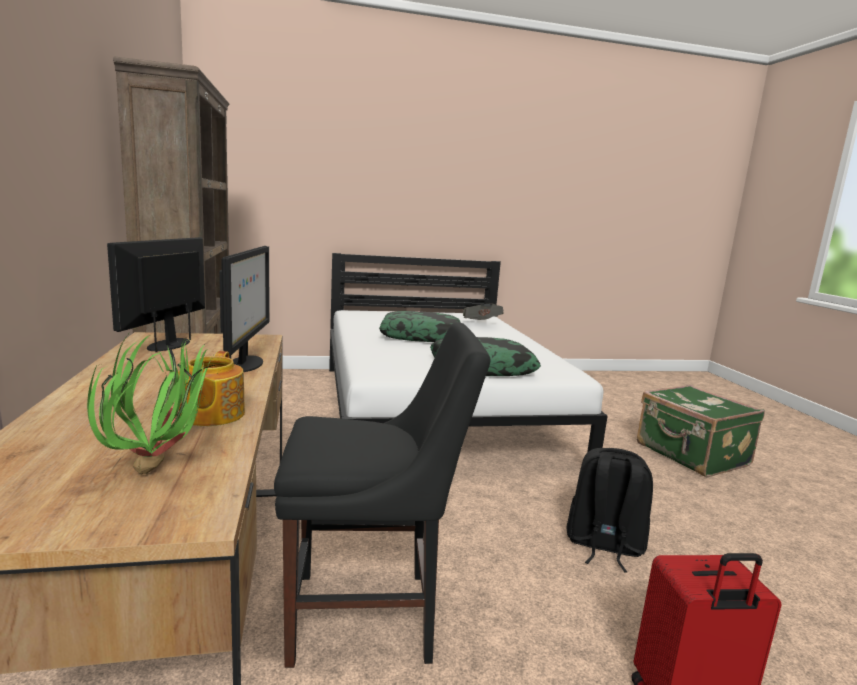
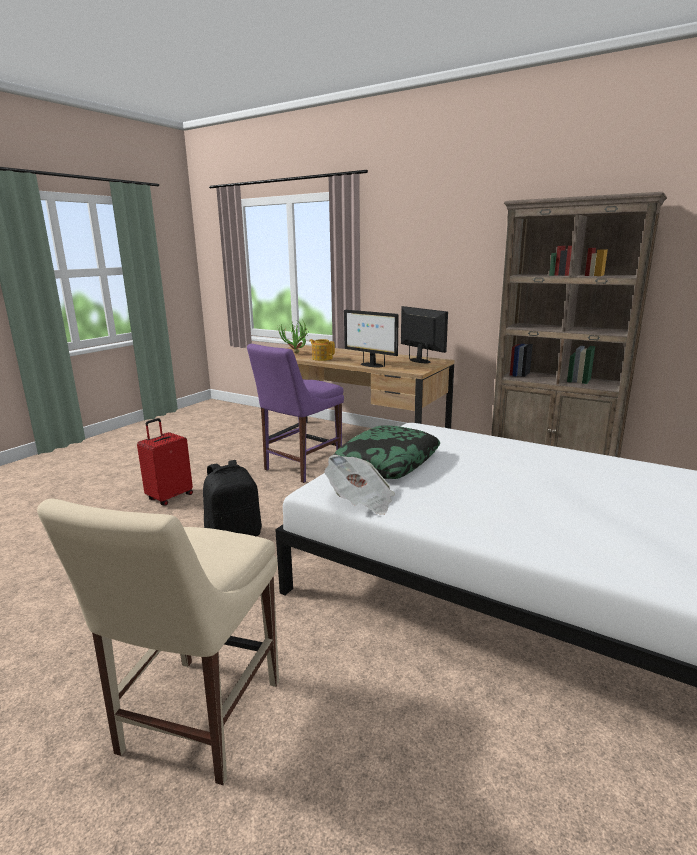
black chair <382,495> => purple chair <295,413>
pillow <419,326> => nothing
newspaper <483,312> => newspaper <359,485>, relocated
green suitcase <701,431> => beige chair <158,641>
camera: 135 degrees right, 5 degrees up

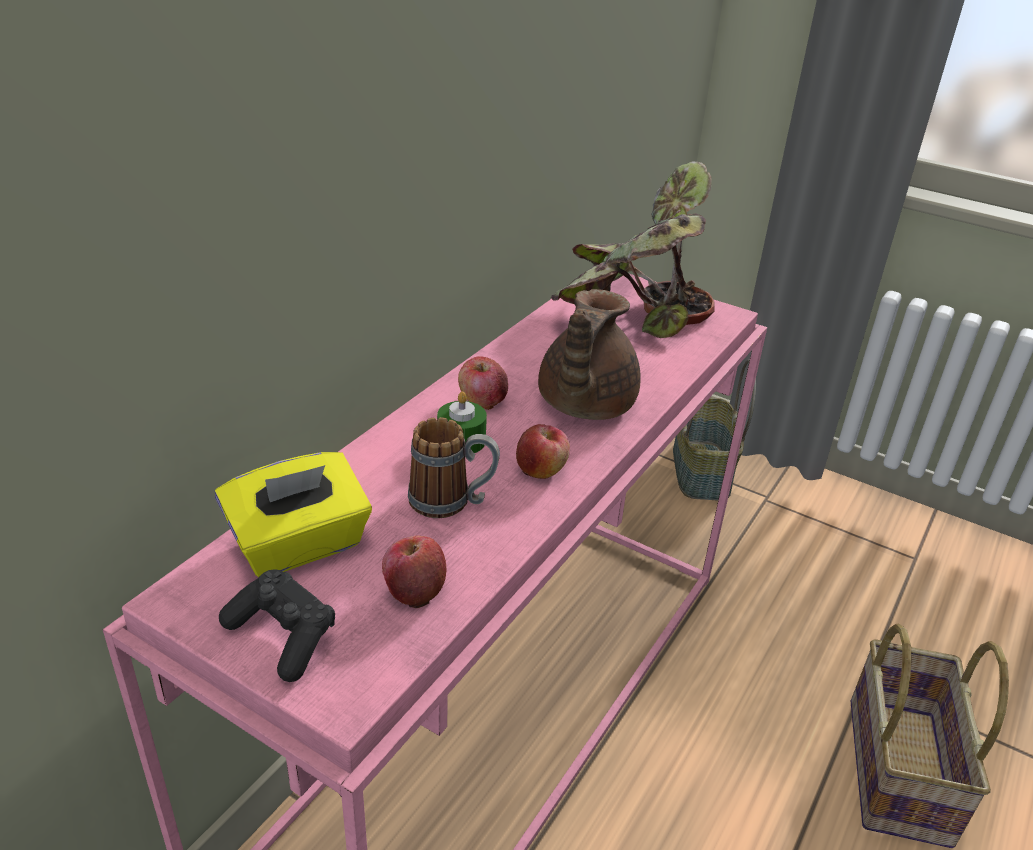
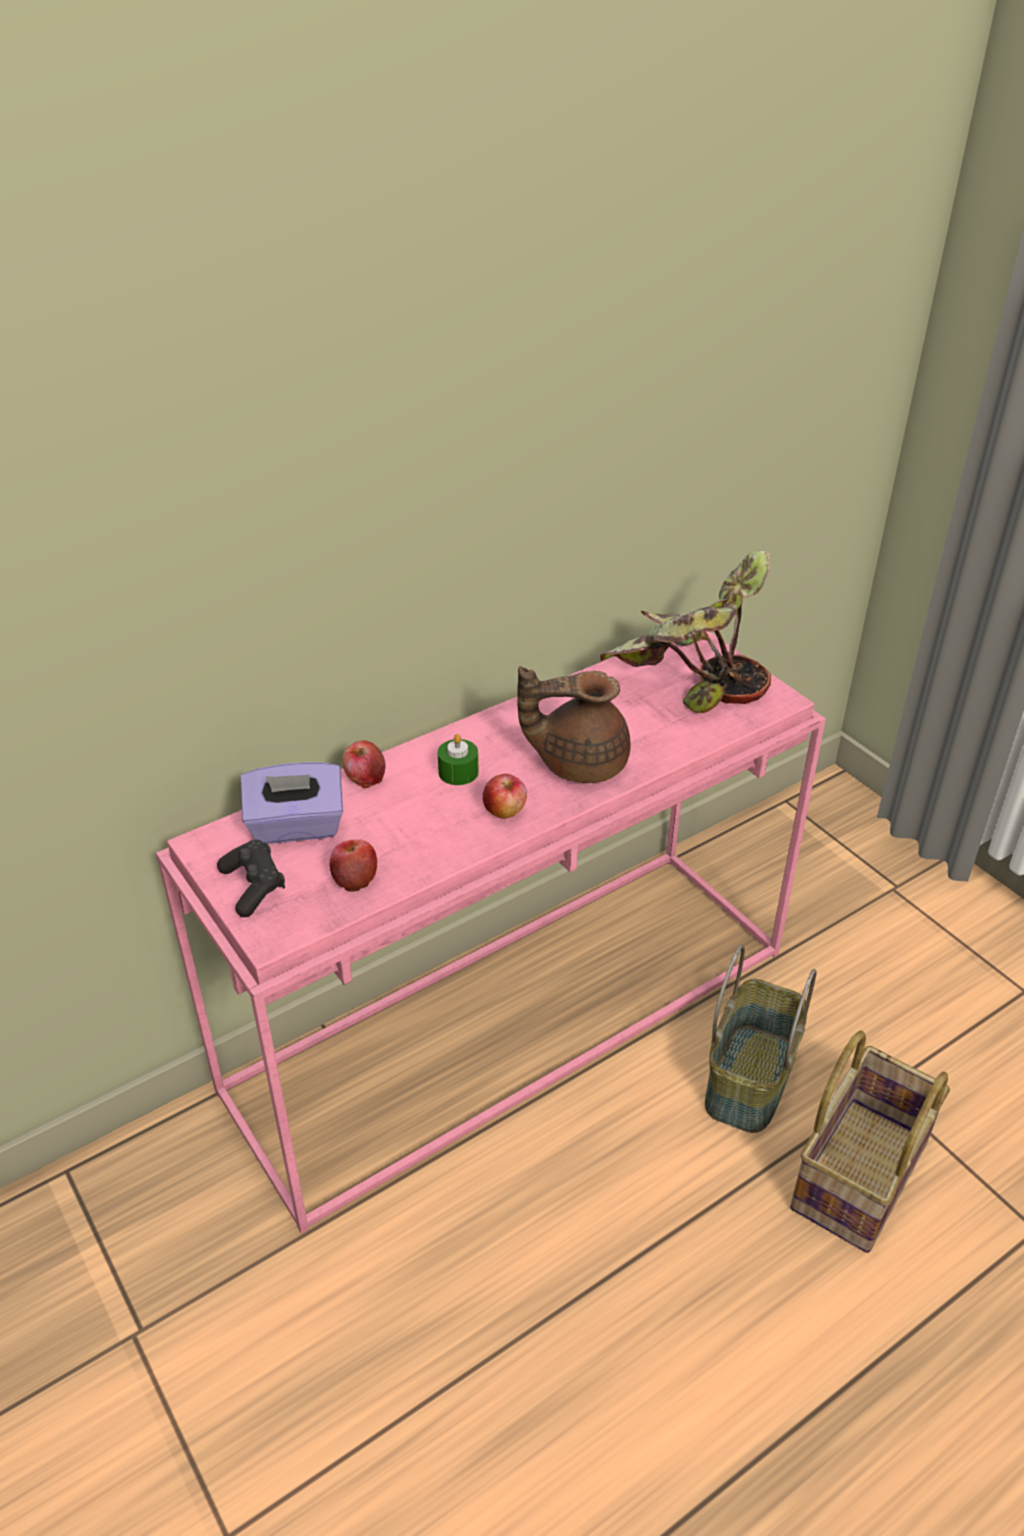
yellow tissue box <293,514> => purple tissue box <292,803>
mug <454,467> => nothing
apple <483,383> => apple <363,764>, relocated
brown teapot <589,354> => brown teapot <574,724>, 45 degrees clockwise
basket <714,430> => basket <761,1039>, relocated
camera: 25 degrees right, 5 degrees up

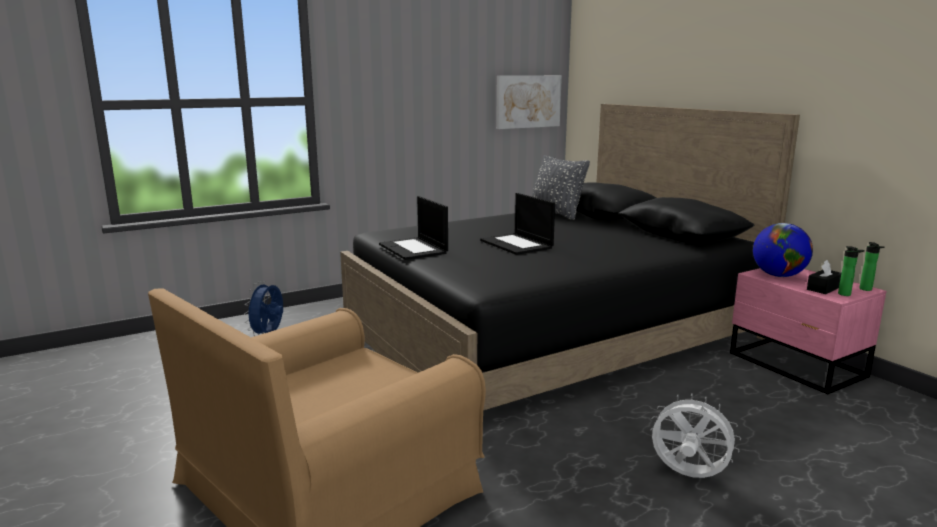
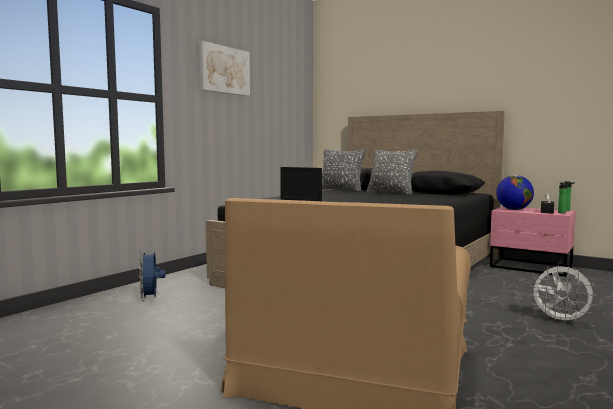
laptop <517,224> => nothing
picture <529,102> => picture <224,68>, relocated
white fan <696,436> => white fan <562,294>, 150 degrees counterclockwise
nothing => grey pillow <392,172>
camera: 25 degrees left, 10 degrees down

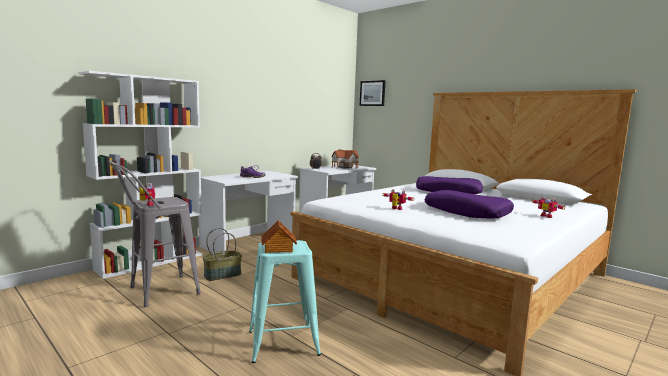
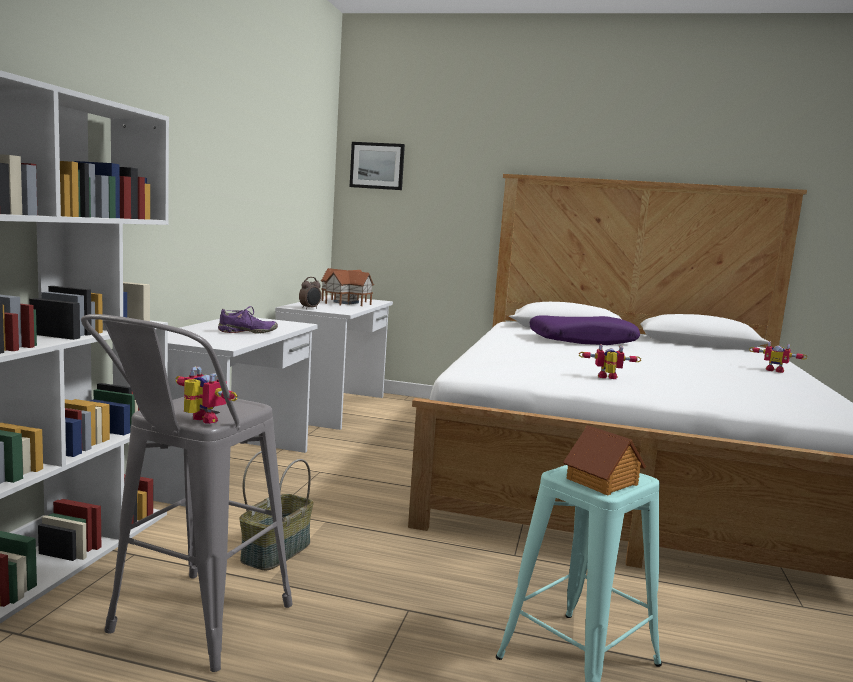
purple pillow <469,204> => nothing
camera: 30 degrees left, 0 degrees up

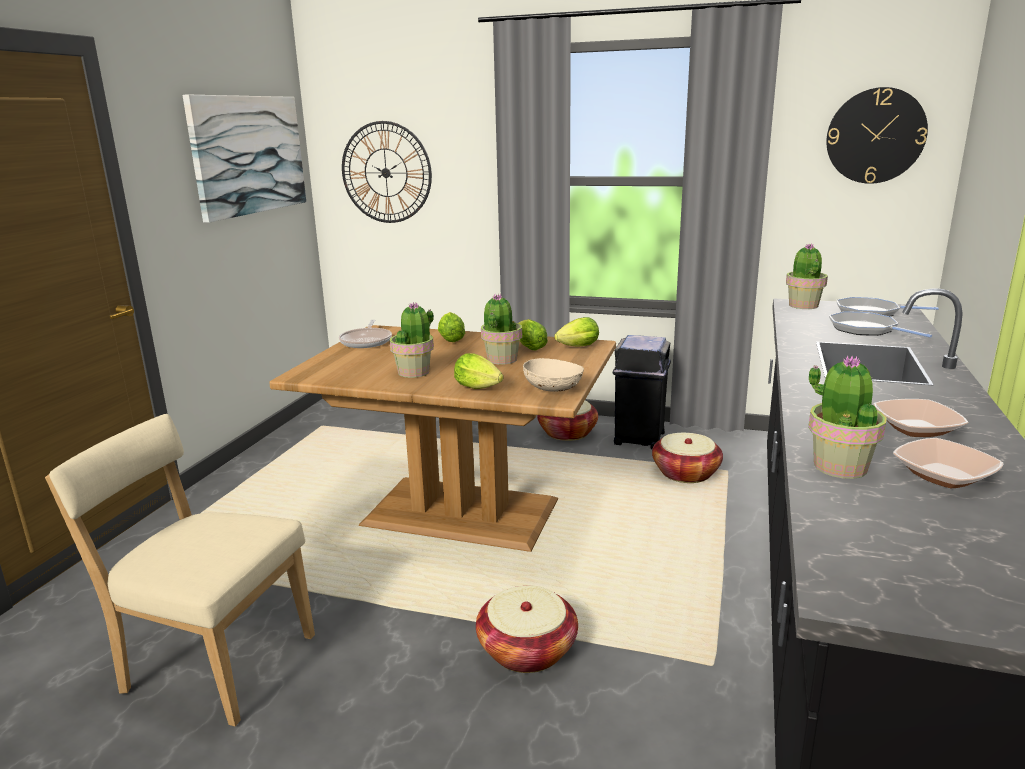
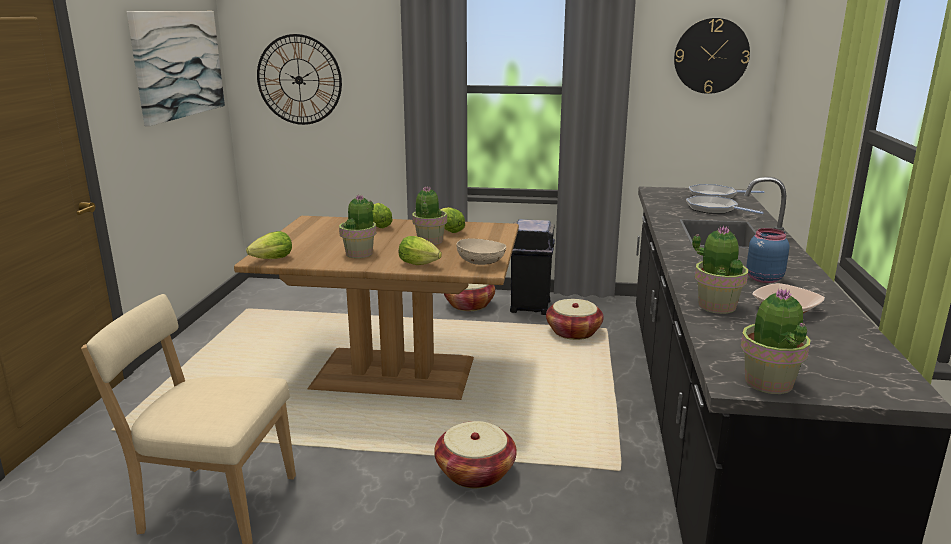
frying pan <365,334> => nothing
lettuce <576,332> => lettuce <269,245>, relocated
potted plant <807,276> => potted plant <776,341>, relocated
bowl <920,418> => blue jar <768,255>
camera: 10 degrees left, 0 degrees up

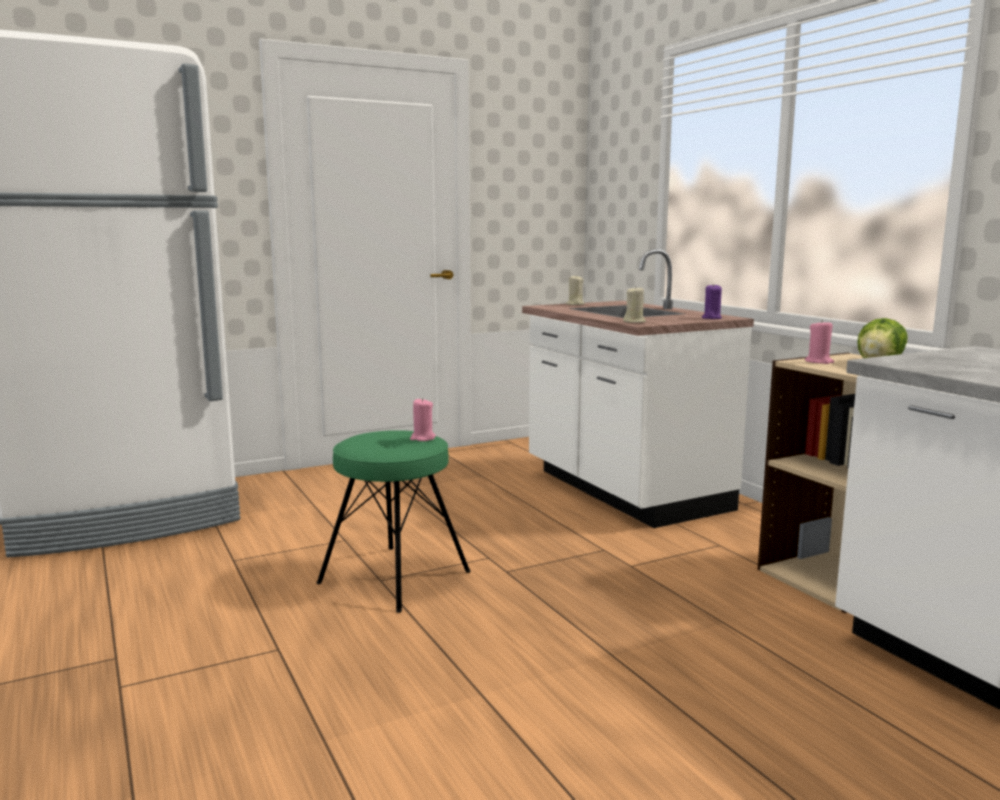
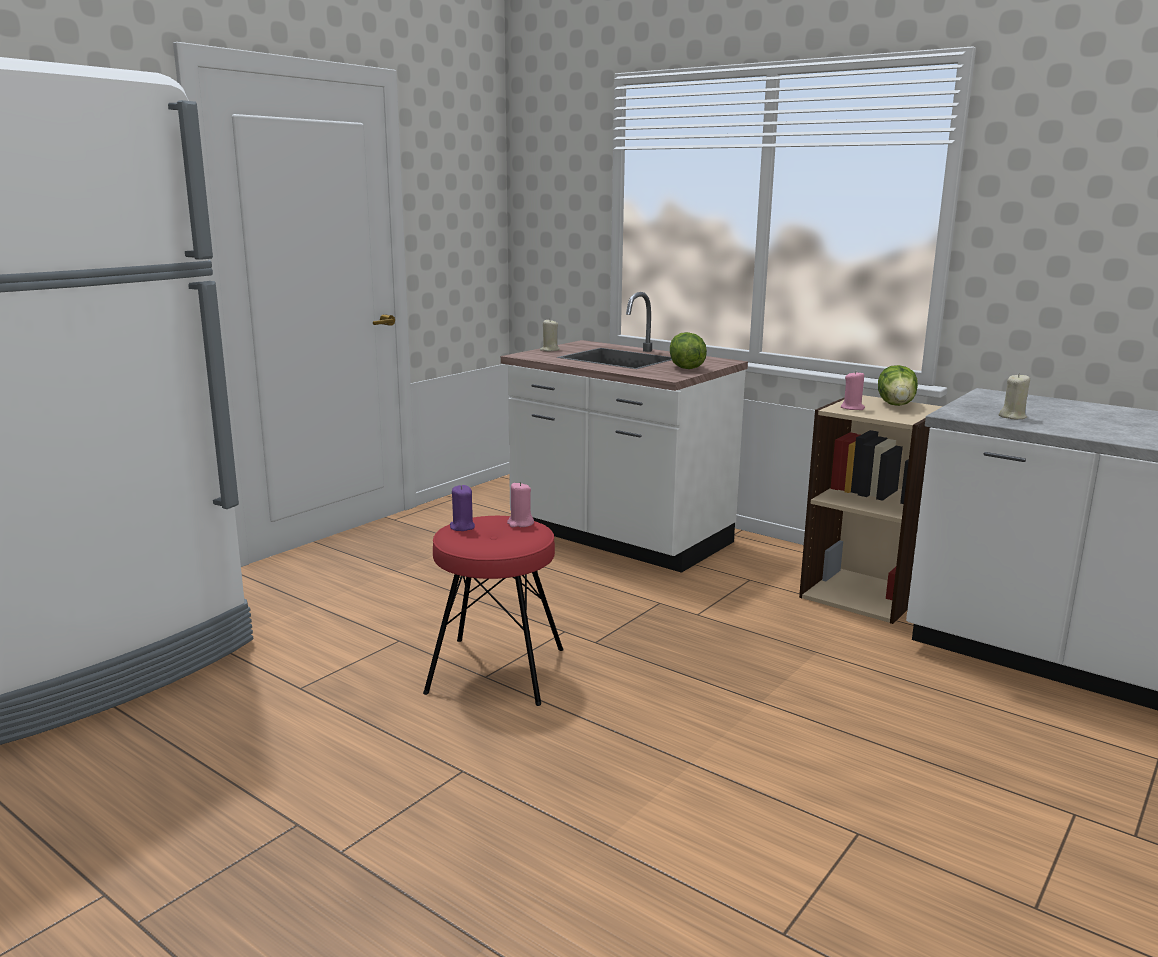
green stool <394,521> => red stool <493,611>
beige candle <634,304> => beige candle <1014,396>, relocated
purple candle <712,301> => purple candle <462,508>, relocated
nothing => lettuce <688,350>
camera: 25 degrees left, 5 degrees up

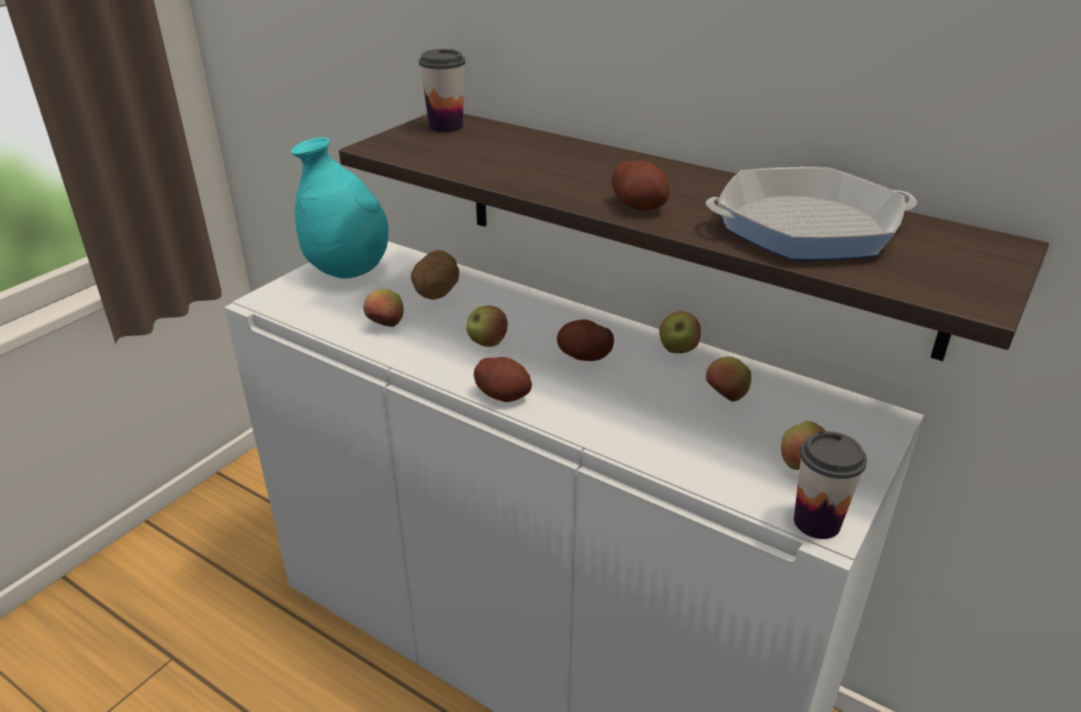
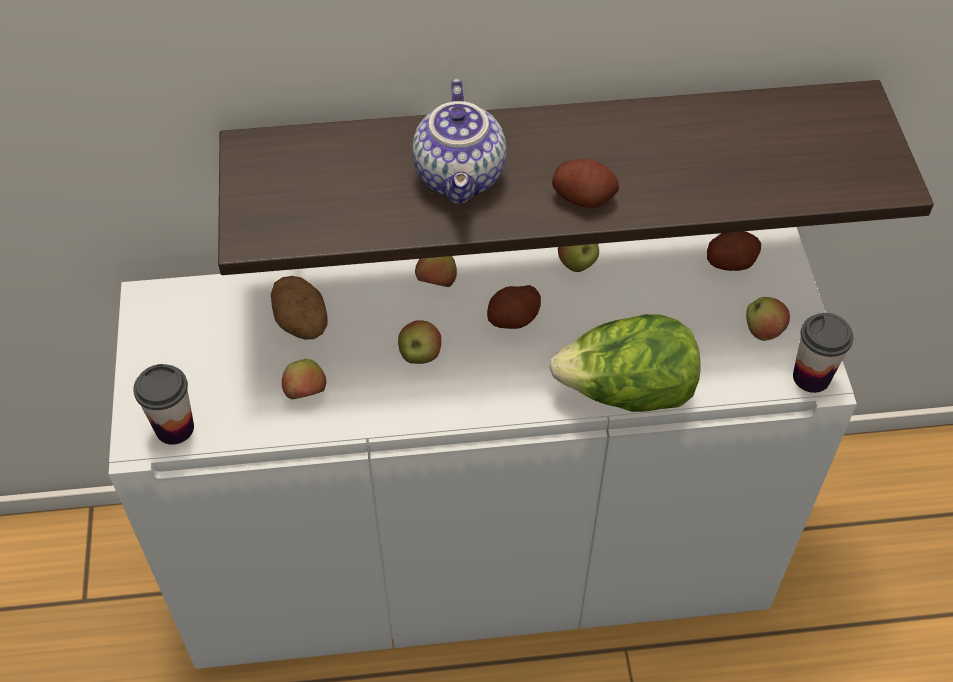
turquoise vase <340,208> => nothing
cup <442,90> => cup <163,404>, relocated
potato <503,379> => potato <734,251>, relocated
frying pan <811,213> => nothing
apple <728,379> => apple <436,271>, relocated
nothing => teapot <459,141>
nothing => lettuce <625,363>
camera: 40 degrees left, 20 degrees up

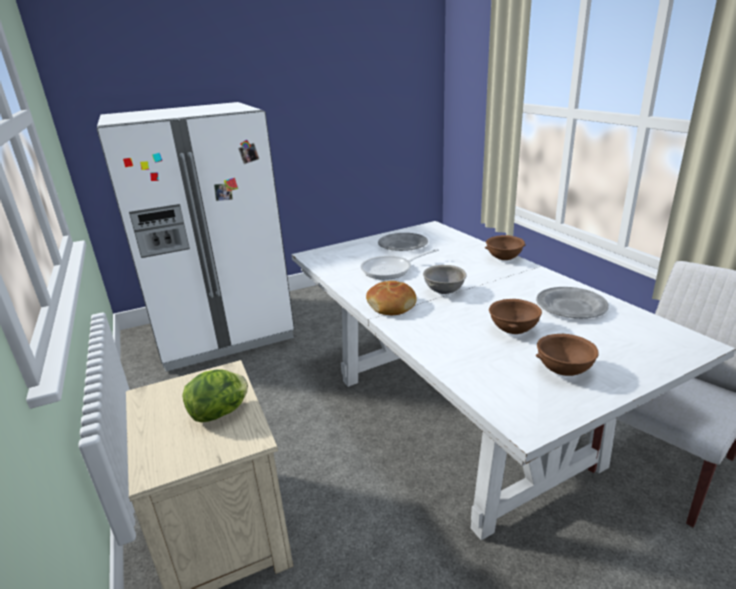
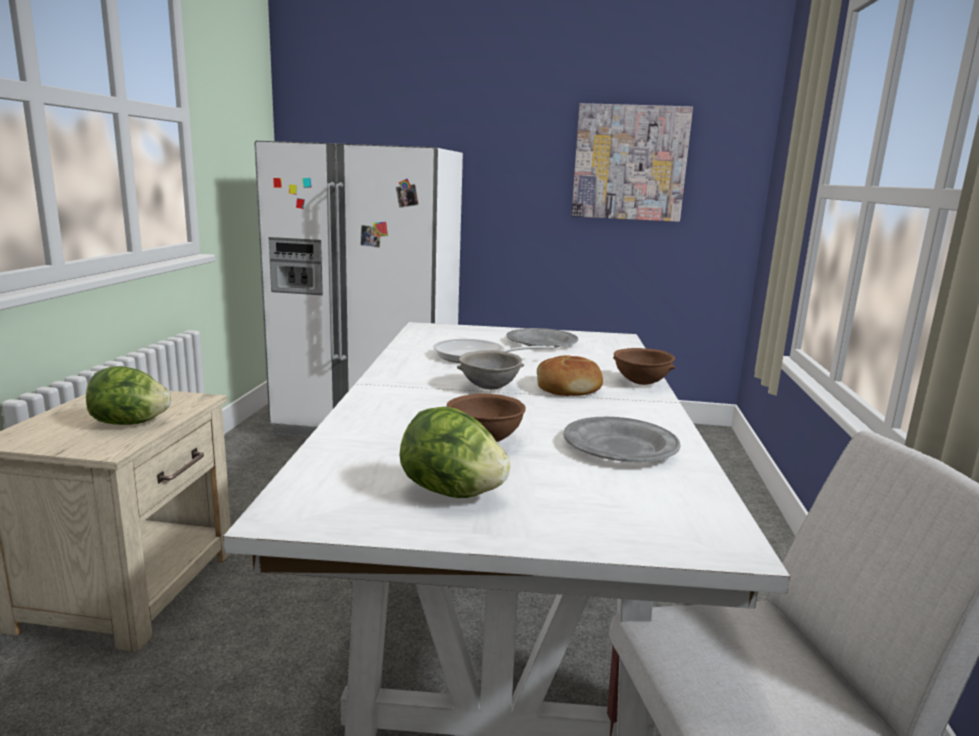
bread <391,298> => bread <570,375>, relocated
brown bowl <567,355> => lettuce <454,452>
nothing => picture <632,162>
camera: 30 degrees right, 10 degrees down

